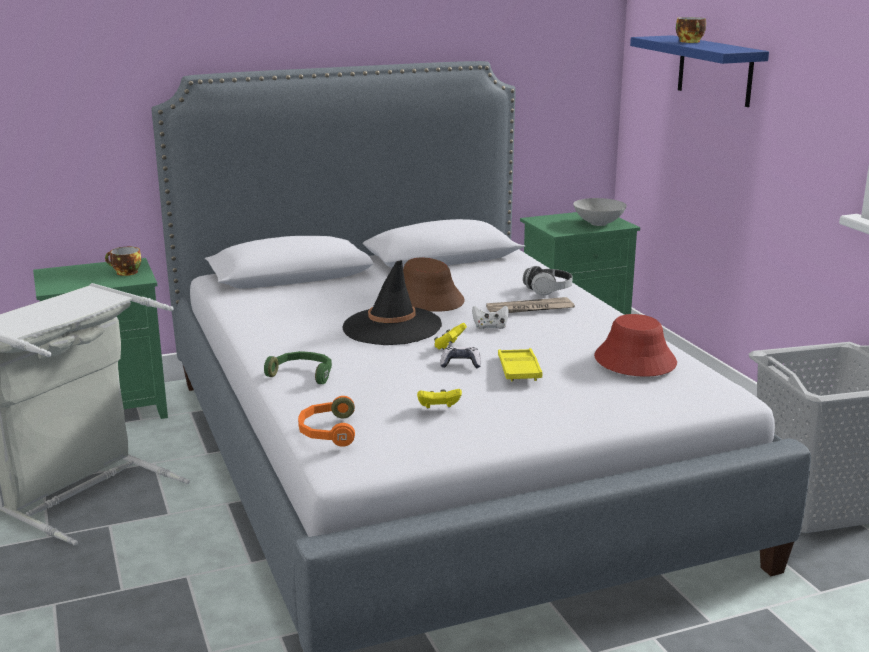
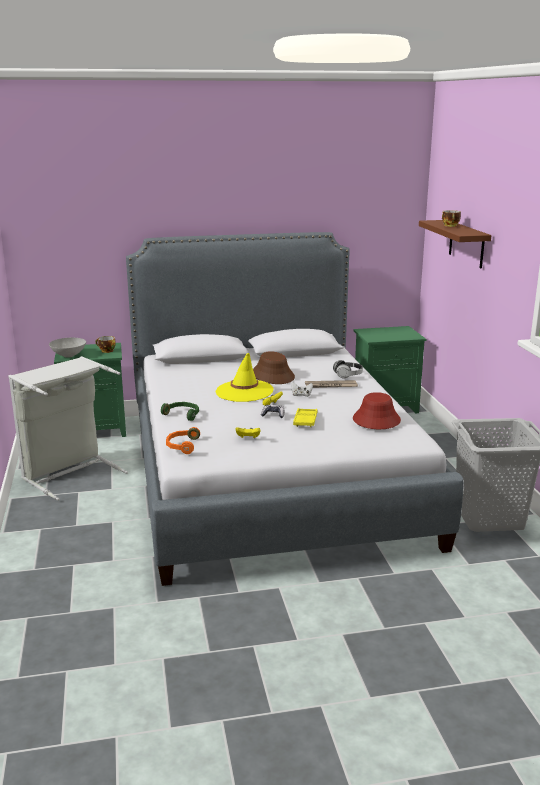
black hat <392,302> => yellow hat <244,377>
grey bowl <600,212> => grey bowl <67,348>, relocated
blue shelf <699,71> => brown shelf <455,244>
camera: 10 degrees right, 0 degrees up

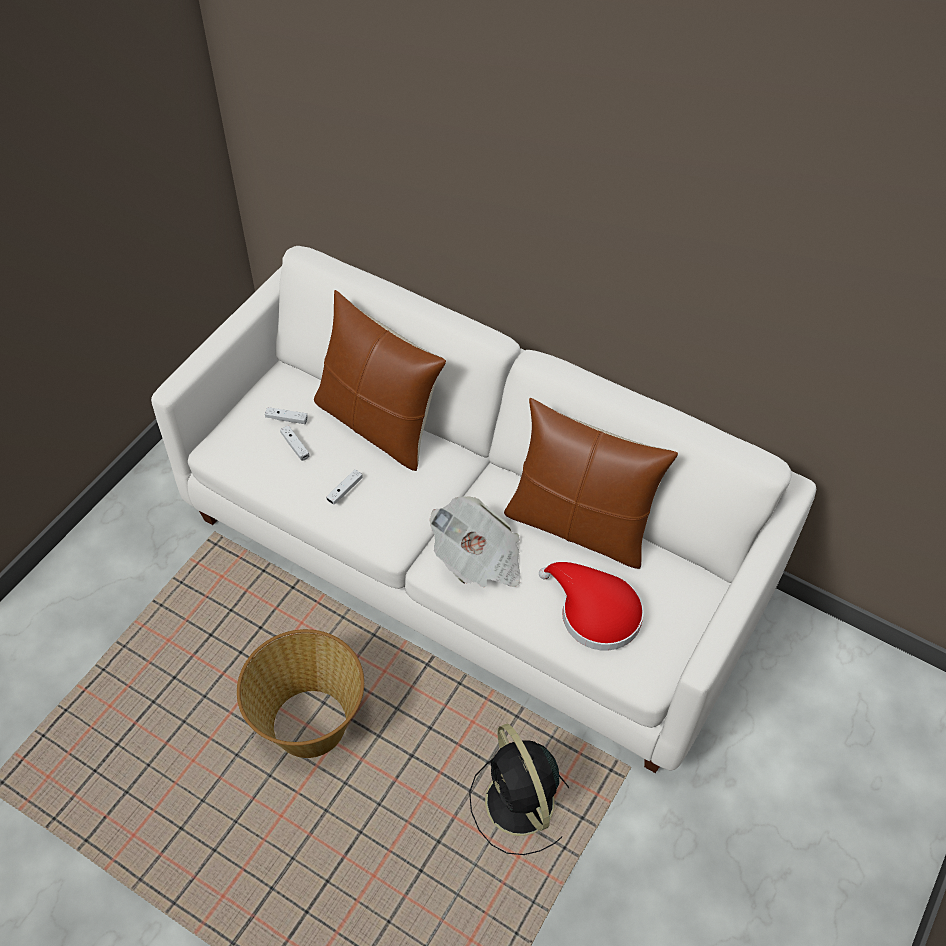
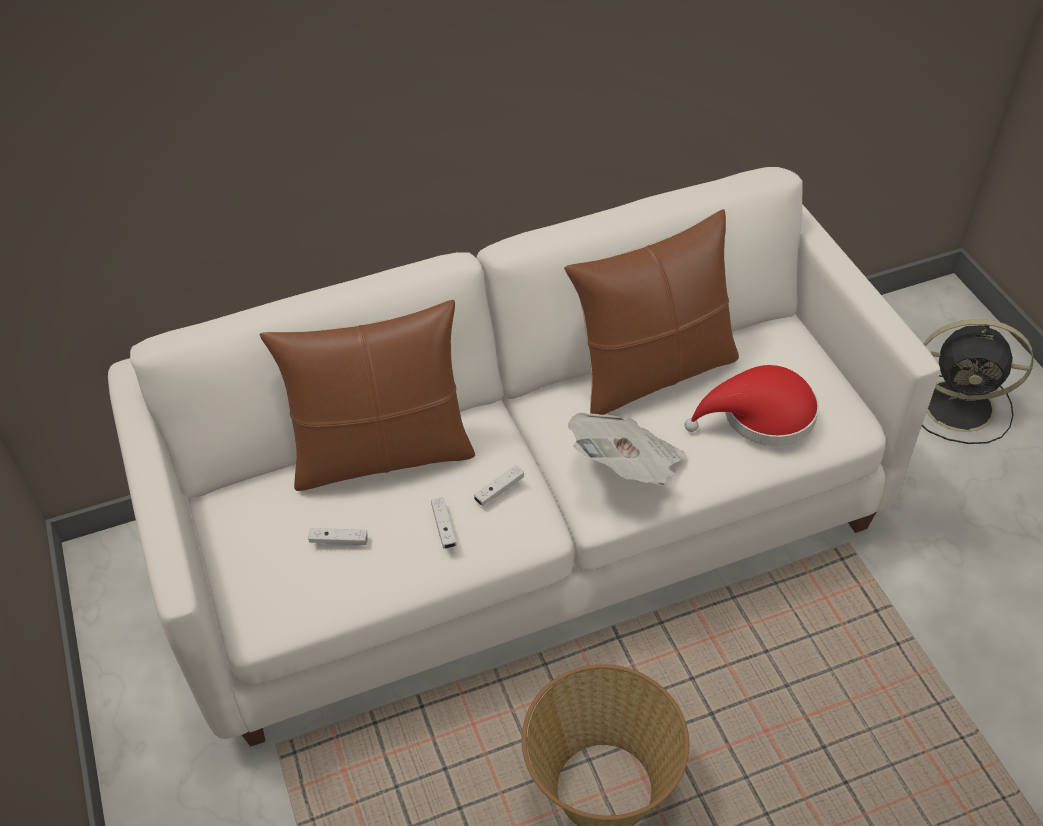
white game controller <286,415> => white game controller <499,485>, relocated
black fan <519,789> => black fan <977,381>, relocated
camera: 50 degrees left, 5 degrees down

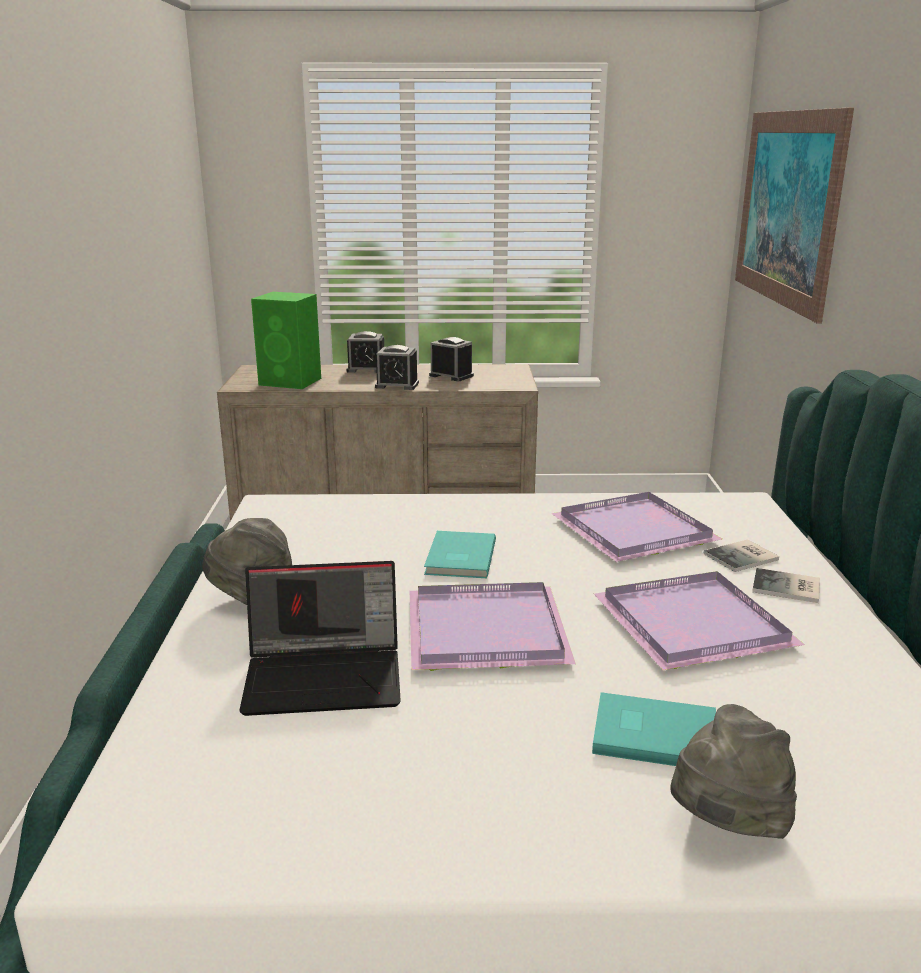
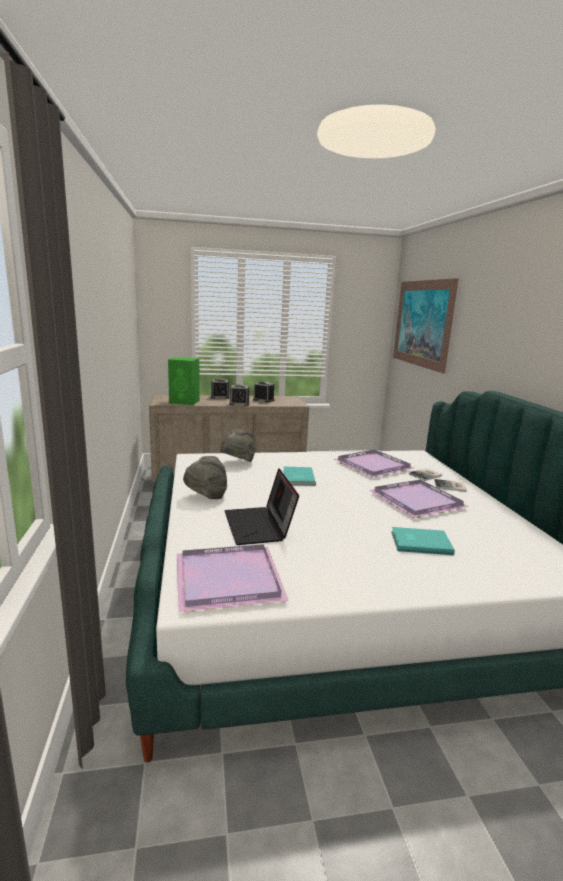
laptop <320,638> => laptop <262,506>, 90 degrees clockwise
purple tray <493,626> => purple tray <233,578>, relocated
grey hat <734,771> => grey hat <237,445>, relocated
camera: 10 degrees left, 5 degrees down

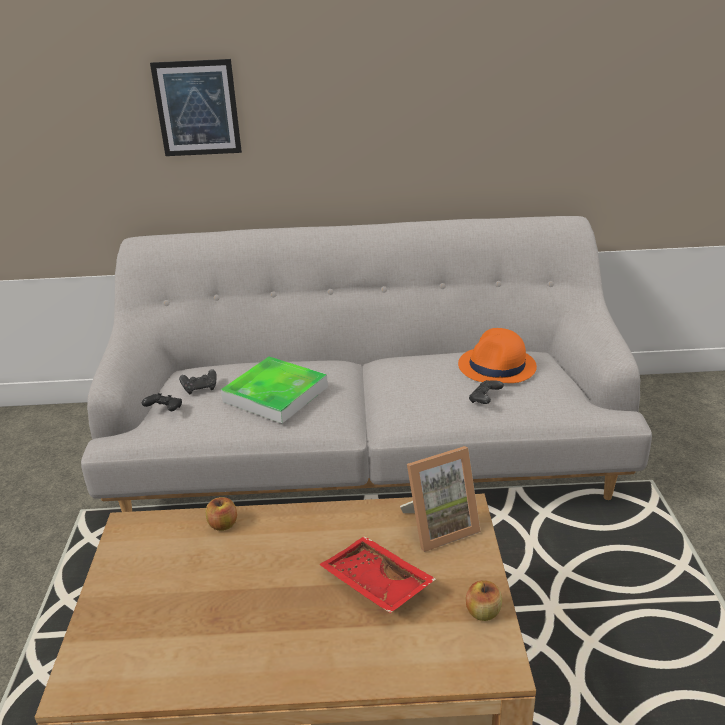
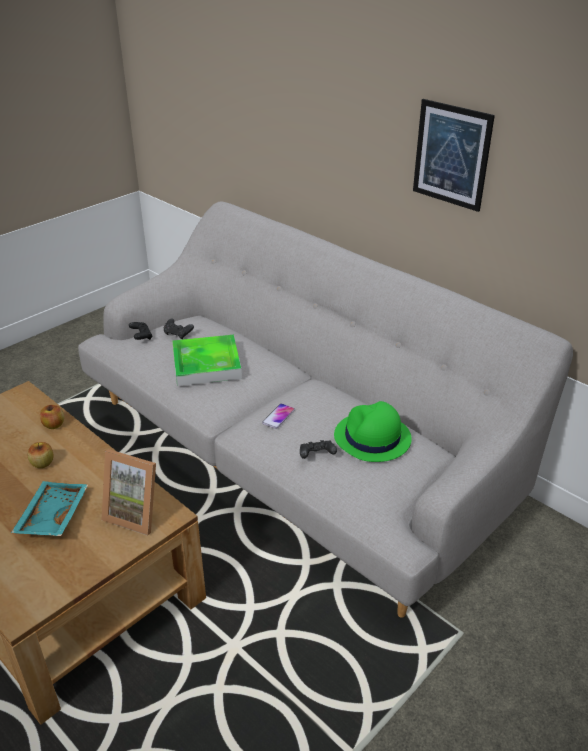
picture <196,107> => picture <454,155>, relocated
red tray <377,574> => turquoise tray <49,508>
orange hat <497,355> => green hat <373,431>
apple <484,600> => apple <40,455>, relocated
nothing => phone <278,416>
camera: 45 degrees right, 5 degrees up

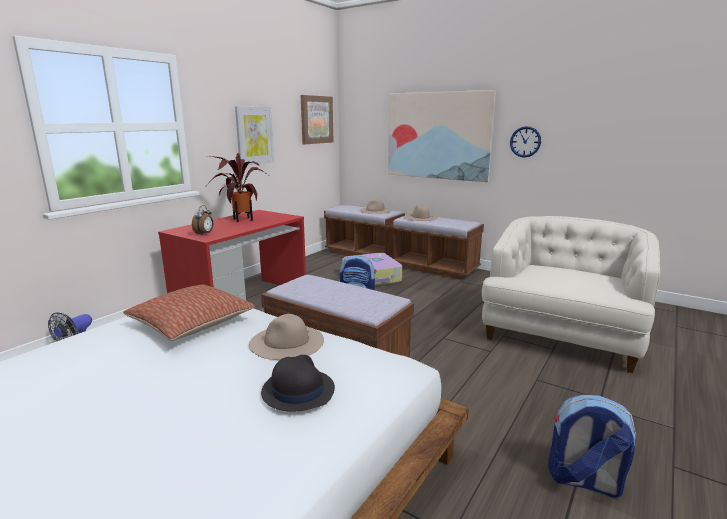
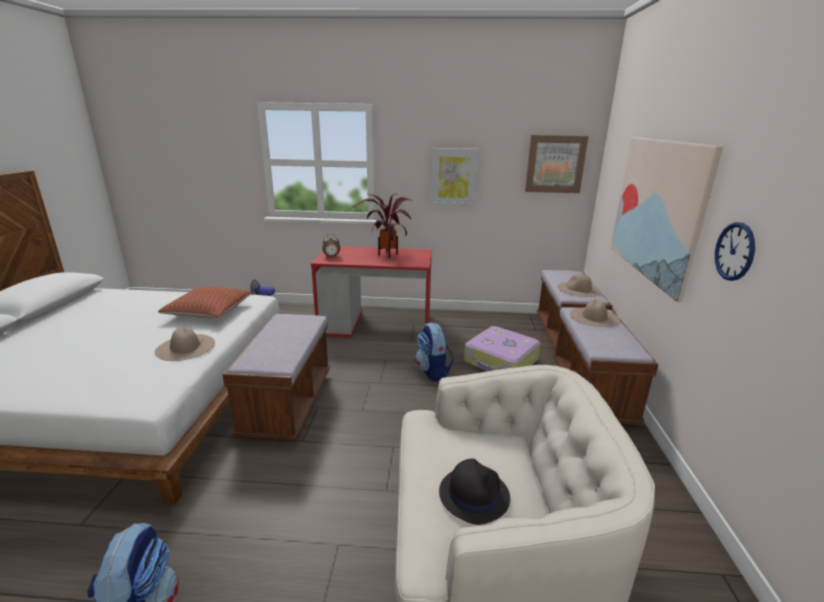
black hat <298,383> => black hat <474,492>, relocated
camera: 60 degrees right, 5 degrees up

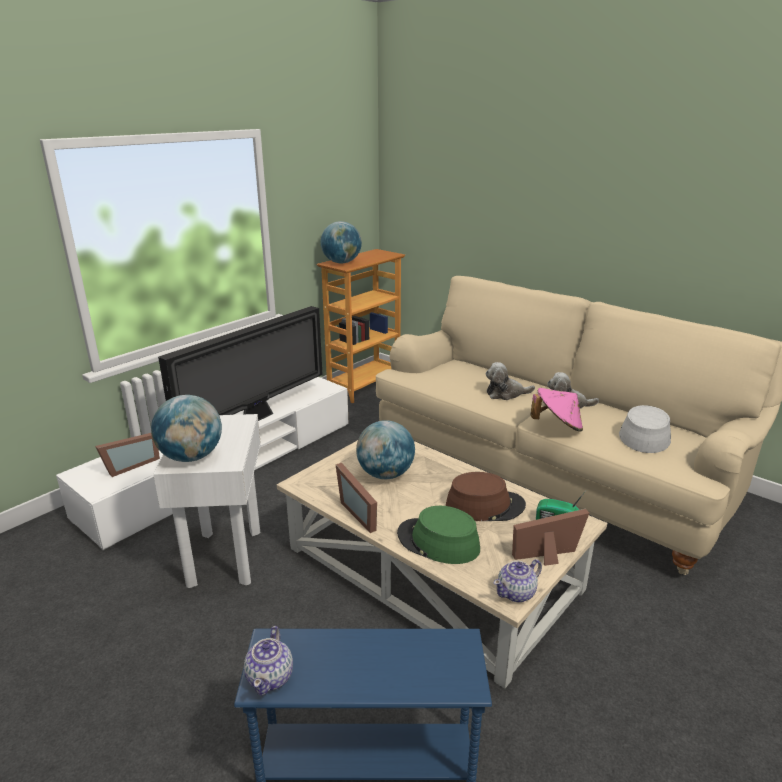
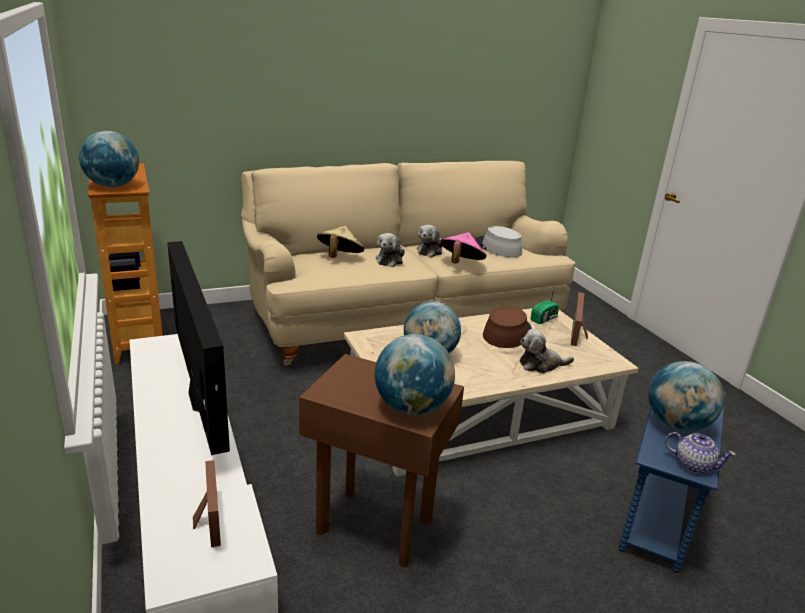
white side table <207,501> => brown side table <381,460>
picture frame <356,498> => nothing
green hat <438,535> => plush toy <547,351>
teapot <518,580> => nothing
nothing => beige hat <340,242>
nothing => globe <686,396>
camera: 65 degrees left, 0 degrees up

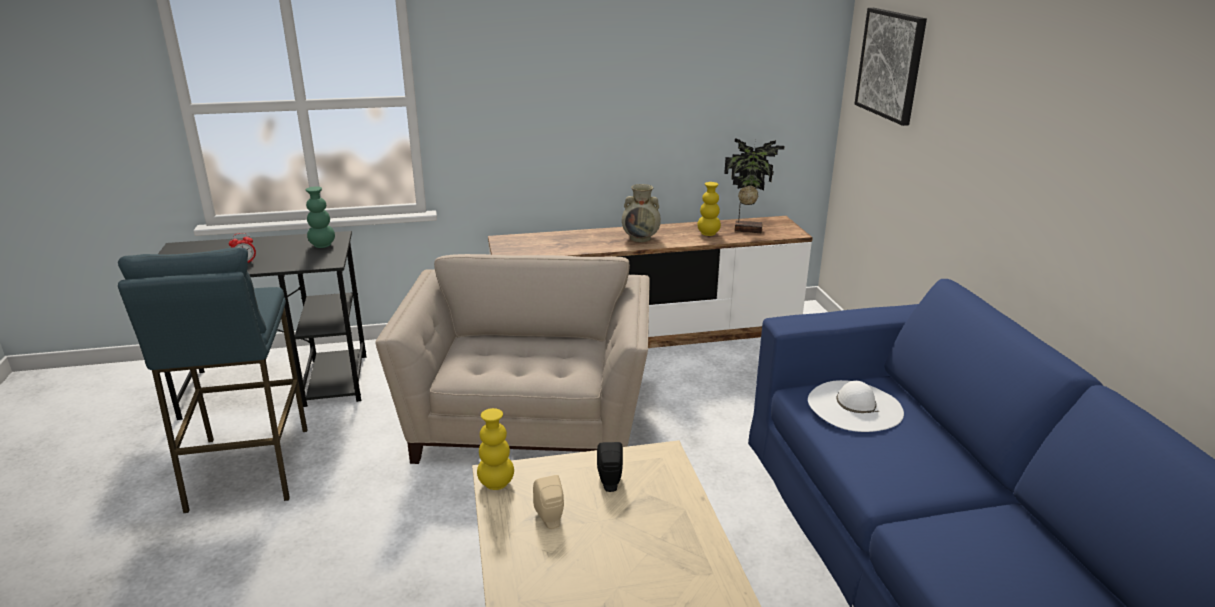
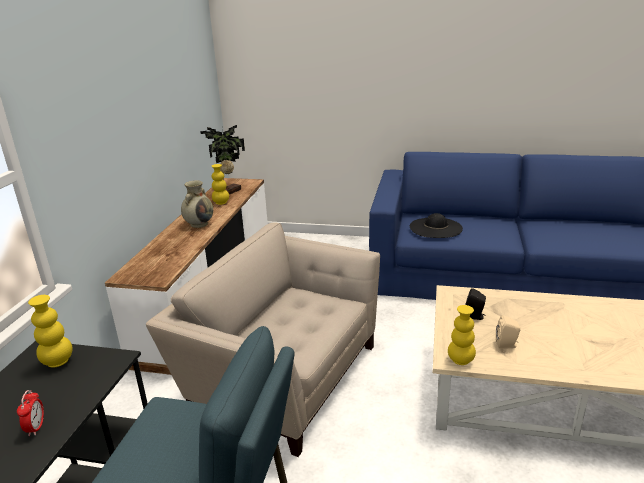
green vase <320,217> => yellow vase <50,331>
white hat <856,406> => black hat <436,225>
picture <890,67> => nothing
camera: 65 degrees left, 0 degrees up

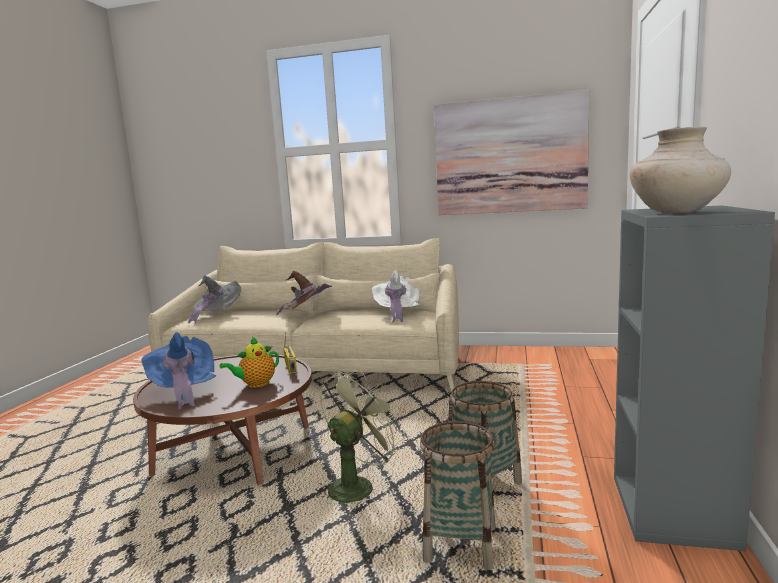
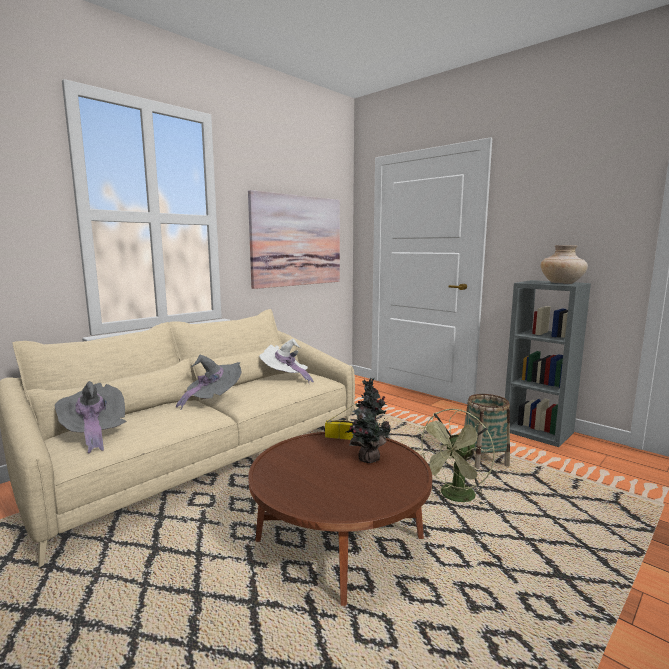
blue hat <178,370> => nothing
teapot <249,362> => potted plant <368,420>
brown hat <304,293> => grey hat <208,382>
green fan <361,436> => green fan <455,457>, 120 degrees counterclockwise
basket <458,495> => nothing
camera: 60 degrees left, 0 degrees up

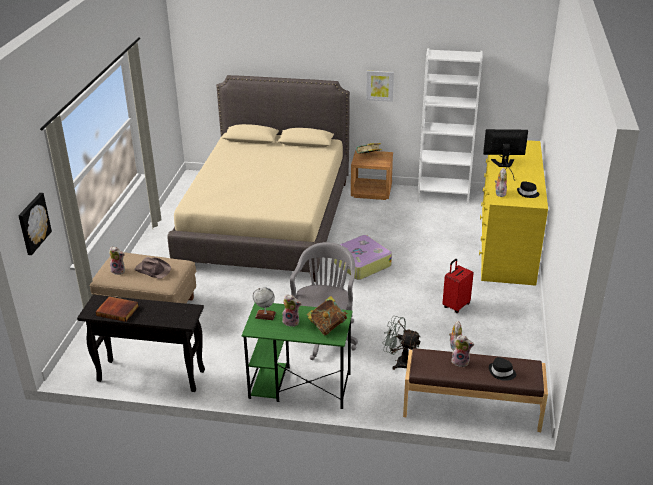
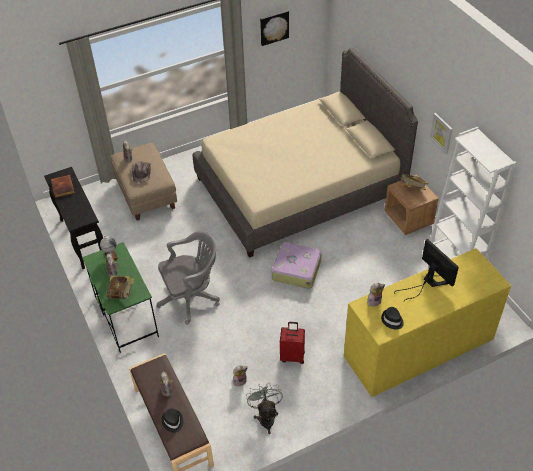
picture <35,224> => picture <274,28>, relocated
grey fan <401,343> => grey fan <264,408>, relocated
camera: 55 degrees right, 15 degrees up

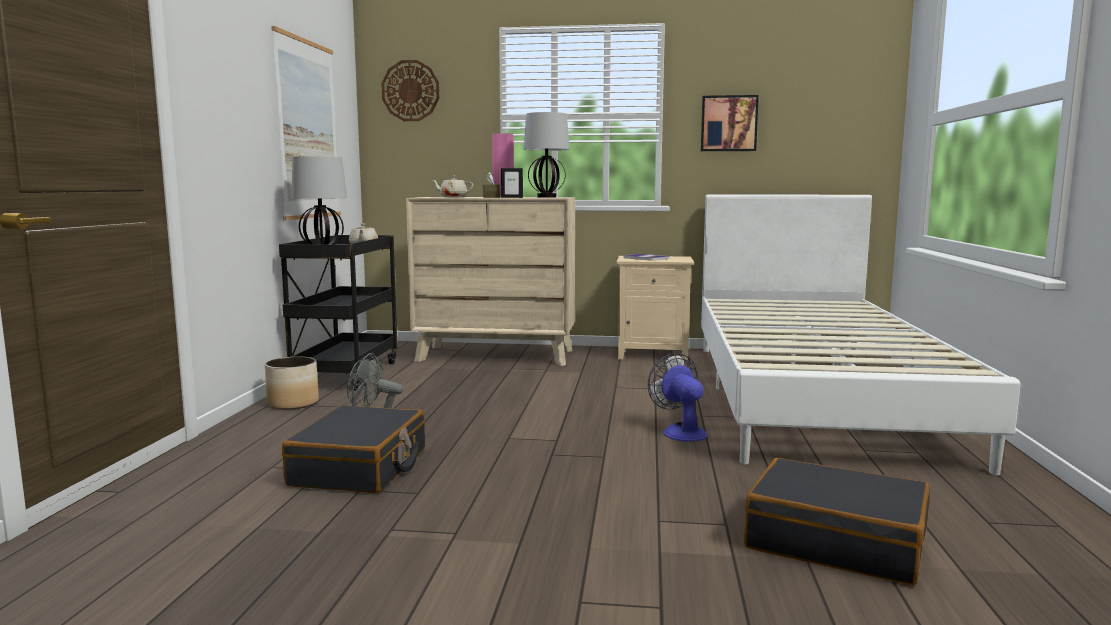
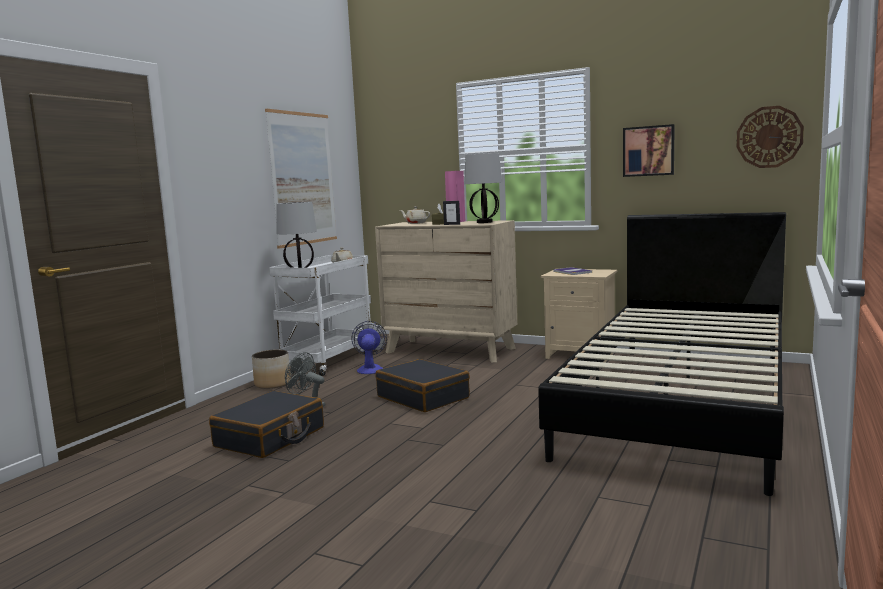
black cart <338,313> => white cart <320,315>
wall clock <410,90> => wall clock <770,137>, relocated
fan <677,397> => fan <369,347>, relocated
white bed <860,335> => black bed <662,354>
black suitcase <837,521> => black suitcase <423,385>, relocated
camera: 20 degrees right, 0 degrees up

